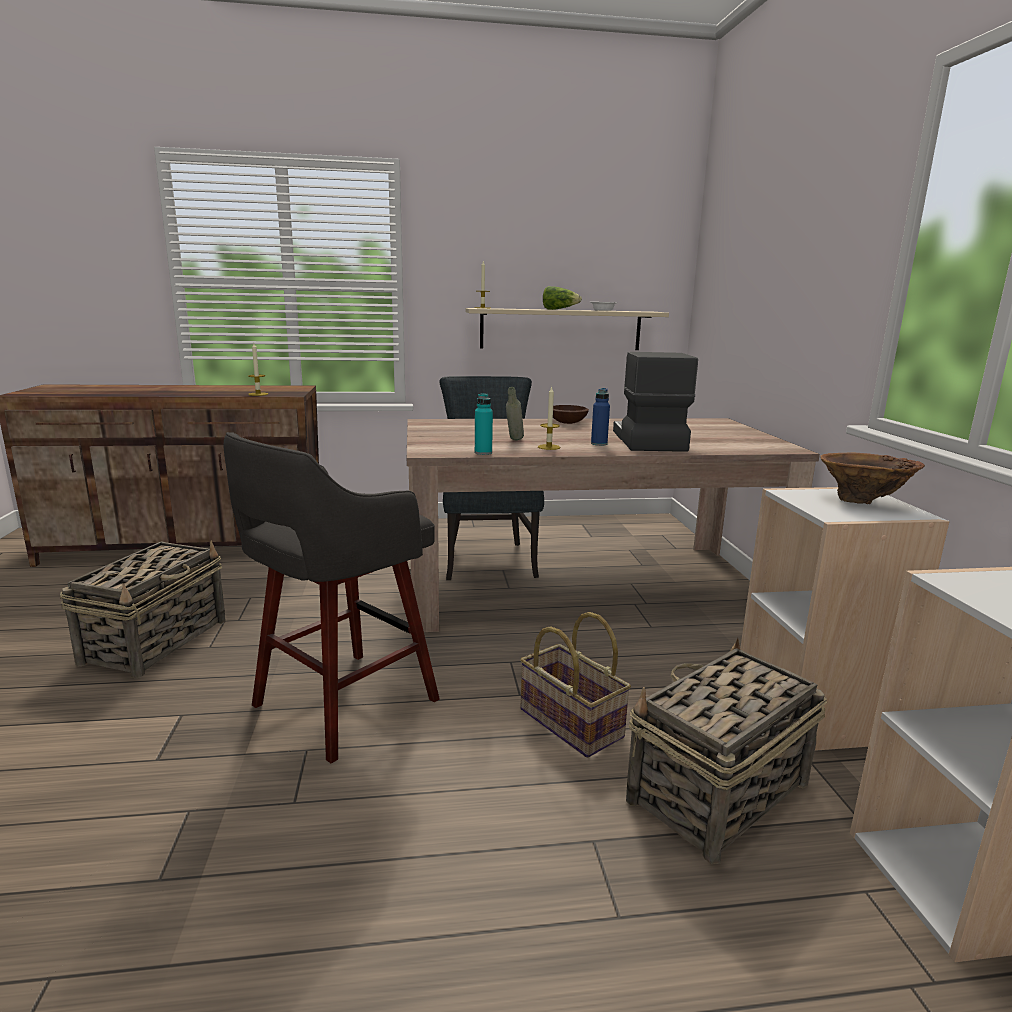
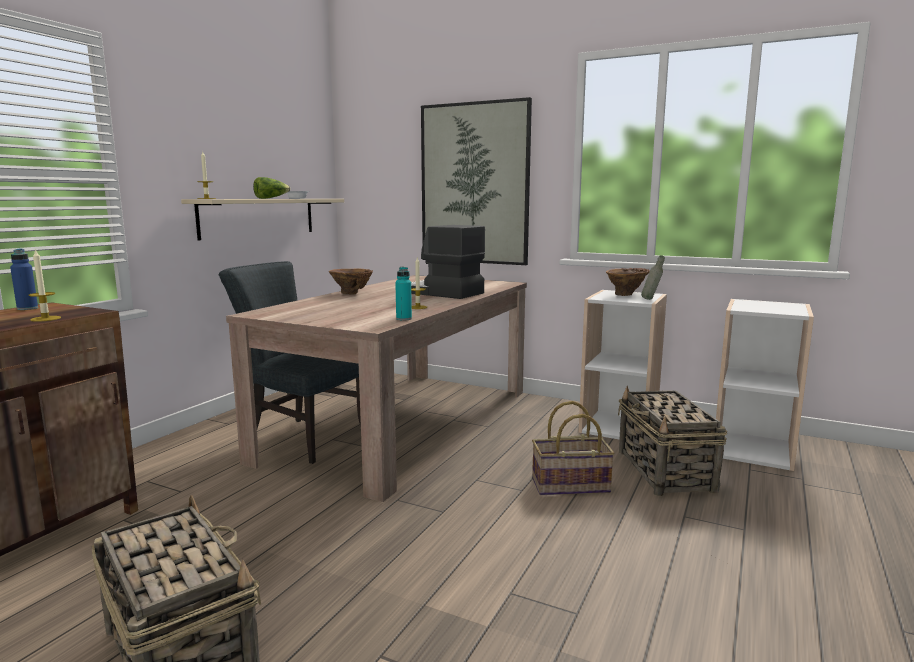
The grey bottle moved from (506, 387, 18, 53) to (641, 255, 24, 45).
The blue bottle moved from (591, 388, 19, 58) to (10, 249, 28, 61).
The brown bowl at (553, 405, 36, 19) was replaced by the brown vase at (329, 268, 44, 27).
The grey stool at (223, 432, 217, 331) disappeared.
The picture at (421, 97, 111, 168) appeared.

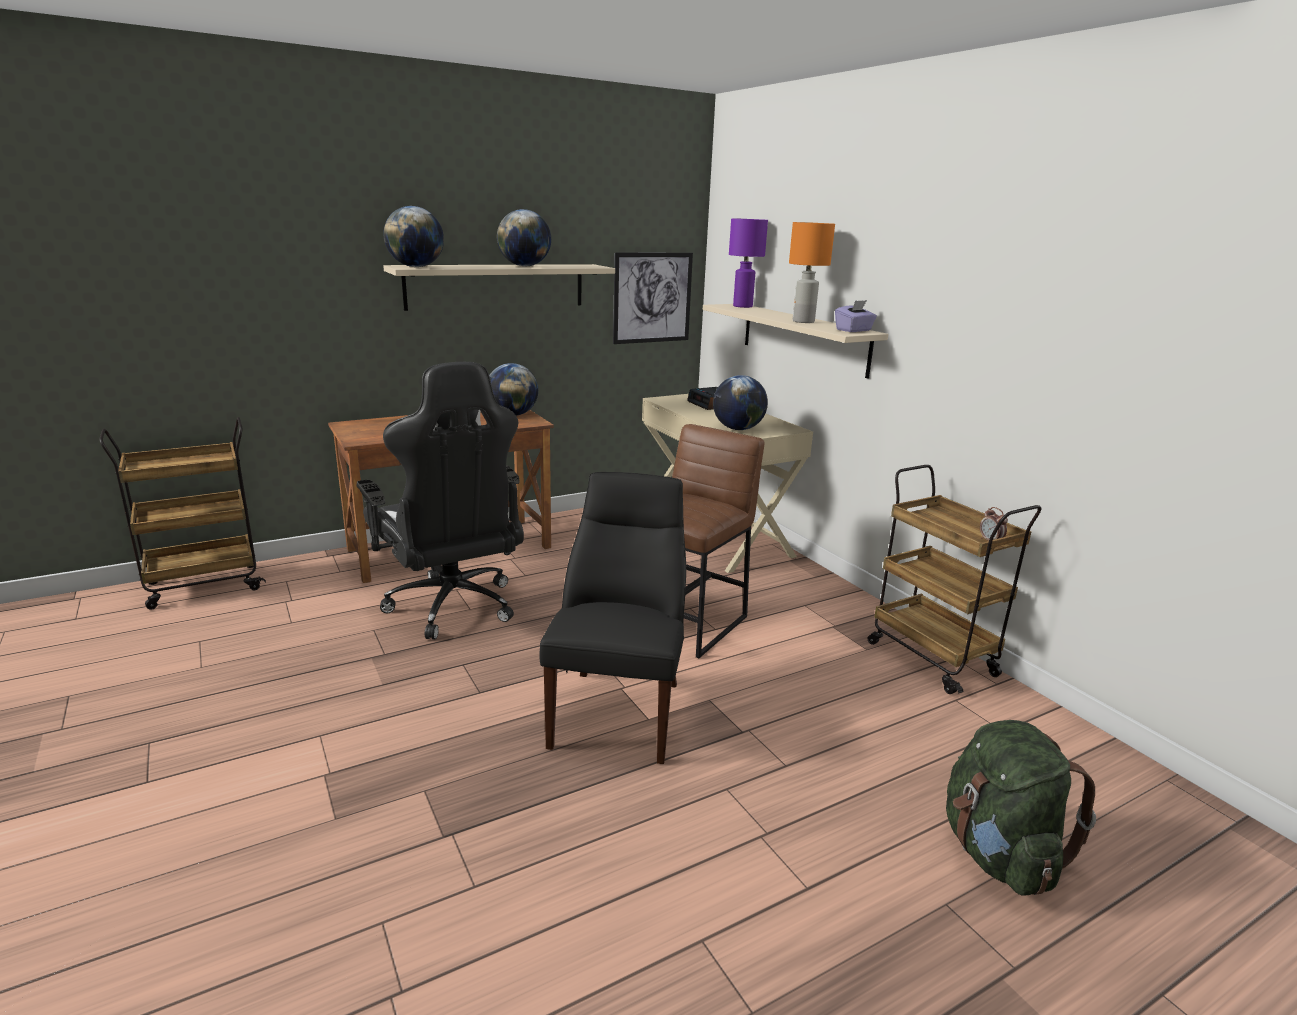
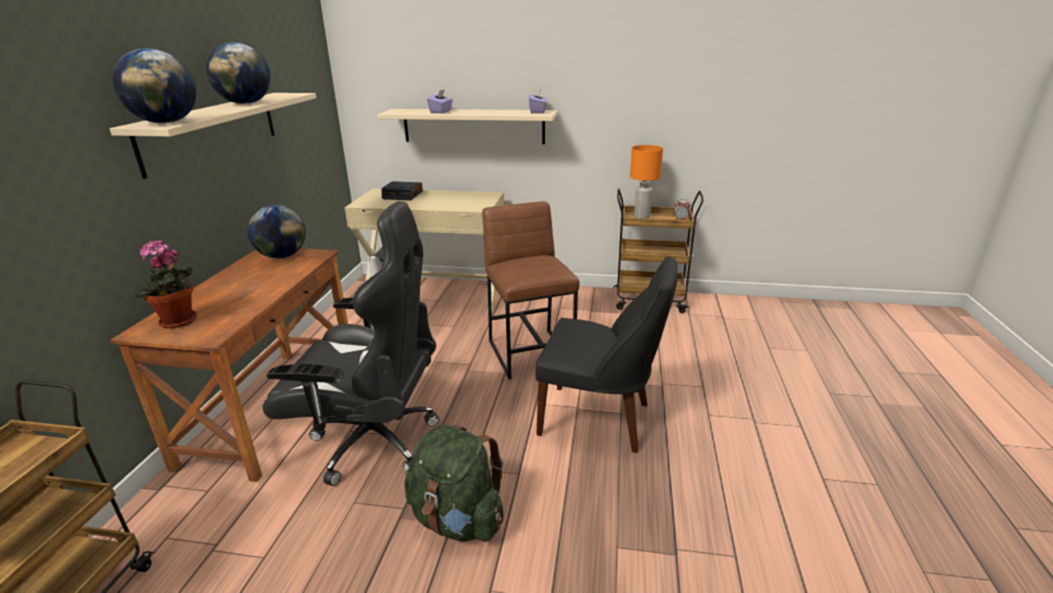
The purple table lamp at (729, 218, 39, 90) disappeared.
The orange table lamp moved from (789, 222, 46, 101) to (630, 145, 33, 74).
The picture at (613, 252, 80, 92) disappeared.
The globe at (713, 375, 55, 55) disappeared.
The black chair at (540, 472, 146, 292) turned 150 degrees clockwise.
The green backpack moved from (946, 720, 150, 176) to (404, 425, 99, 117).
The purple tissue box at (427, 89, 26, 24) appeared.
The potted plant at (135, 240, 62, 89) appeared.

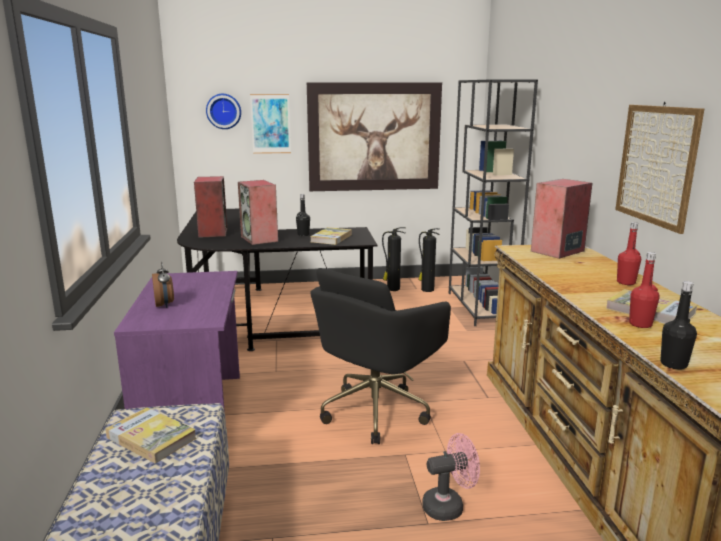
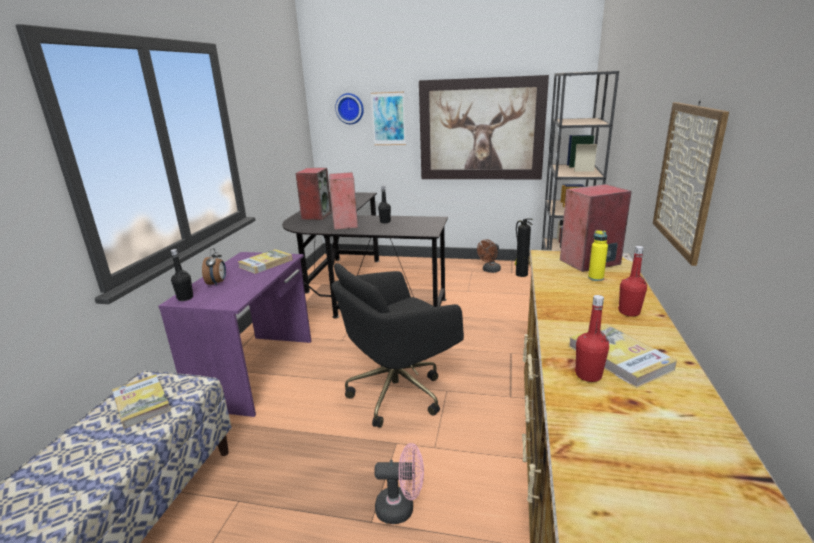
The book moved from (310, 227, 42, 18) to (238, 249, 55, 25).
The fire extinguisher at (382, 227, 24, 64) was replaced by the brown fan at (477, 239, 24, 34).
The black bottle moved from (660, 281, 37, 89) to (171, 249, 22, 52).
The yellow bottle at (588, 230, 20, 51) appeared.

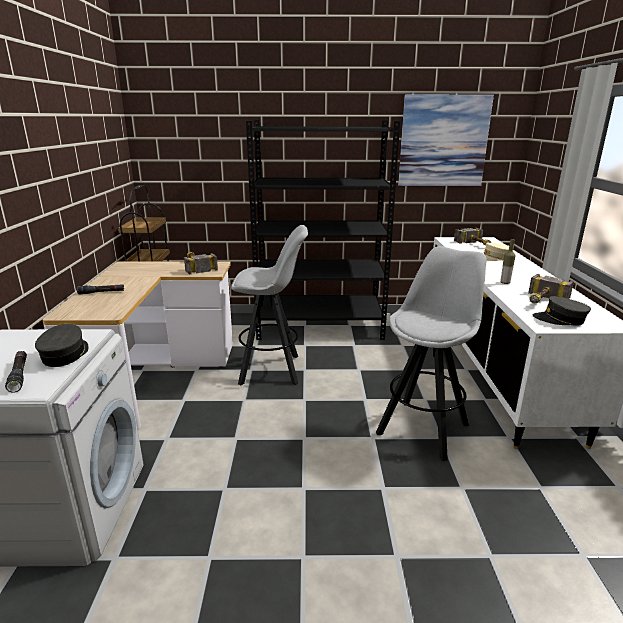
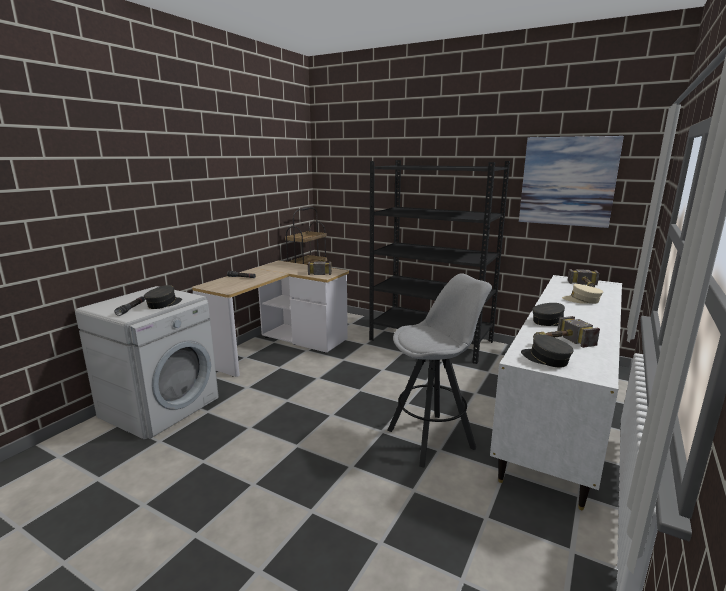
The grey stool at (231, 225, 77, 160) disappeared.
The bottle at (500, 239, 16, 45) was replaced by the grey cap at (532, 303, 33, 23).

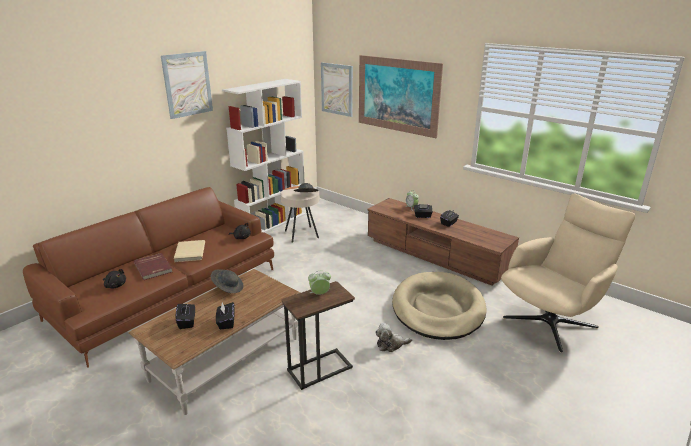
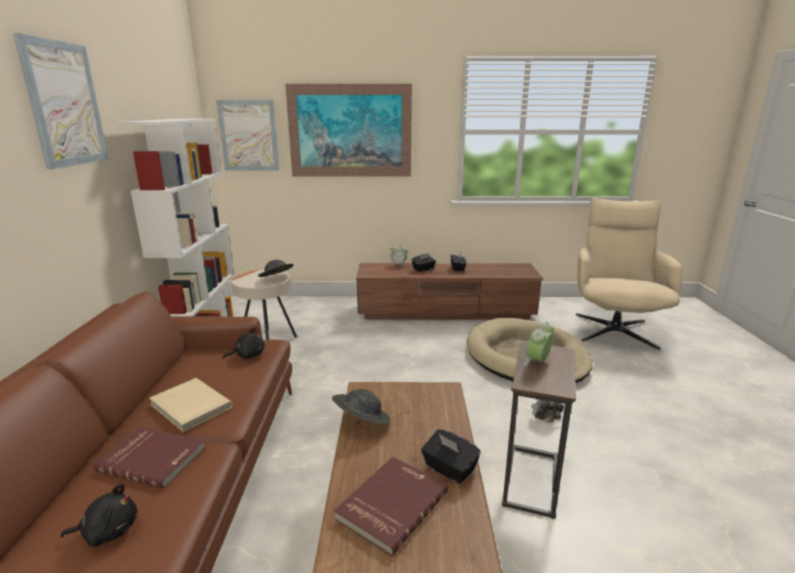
The black tissue box at (176, 303, 19, 26) was replaced by the red book at (334, 457, 114, 100).

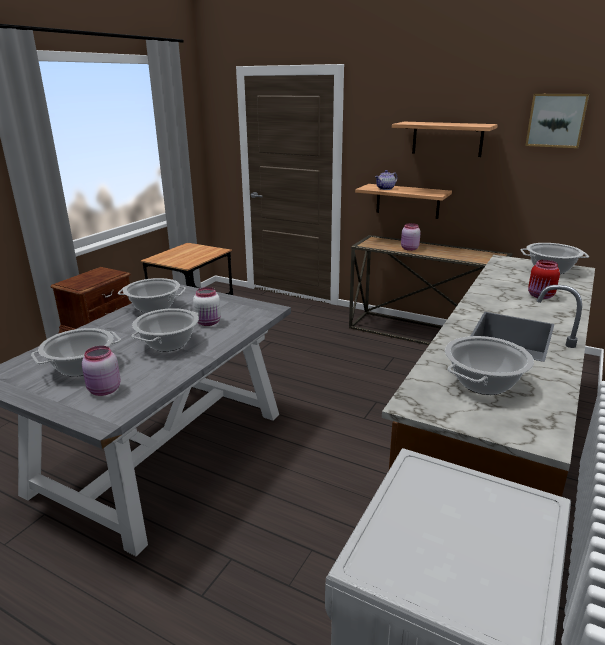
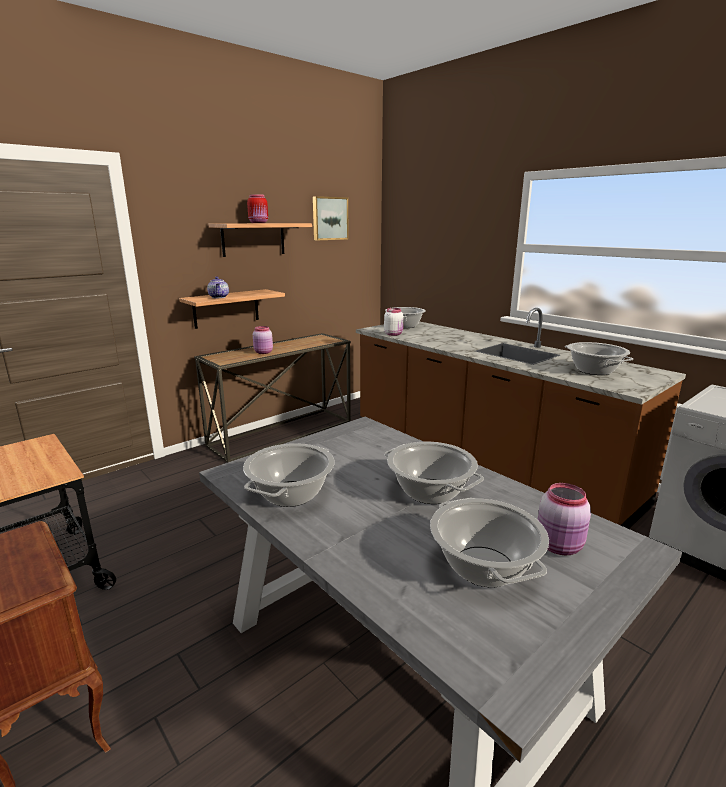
The red jar moved from (528, 260, 32, 39) to (247, 194, 21, 29).
The white jar moved from (193, 287, 28, 39) to (384, 308, 19, 28).

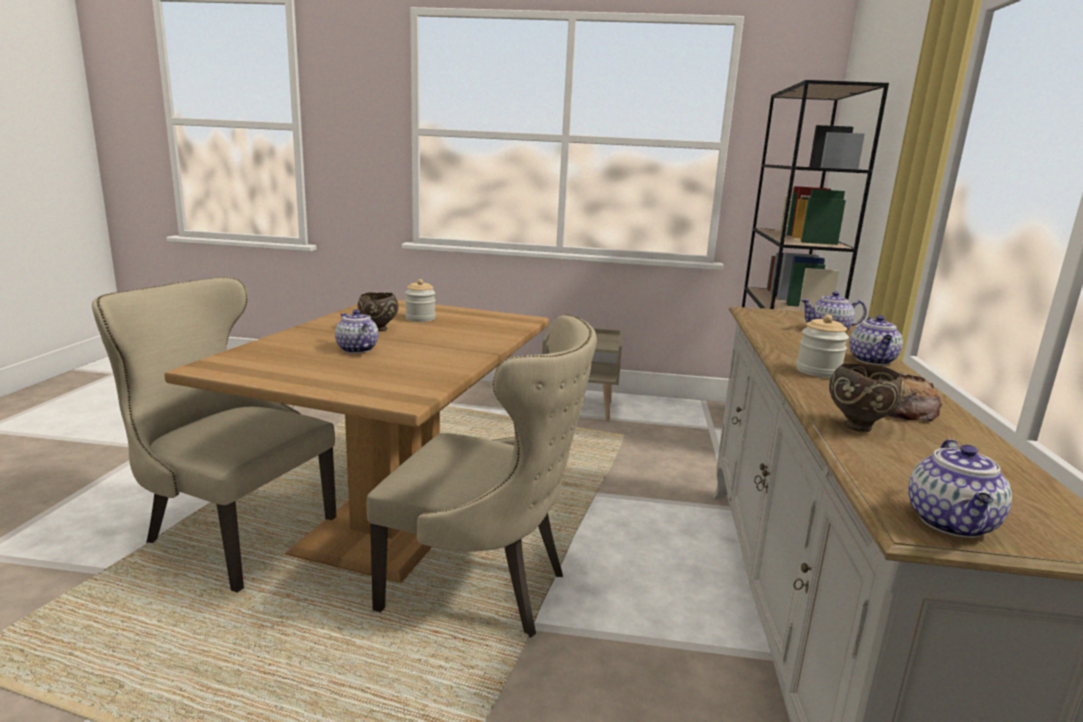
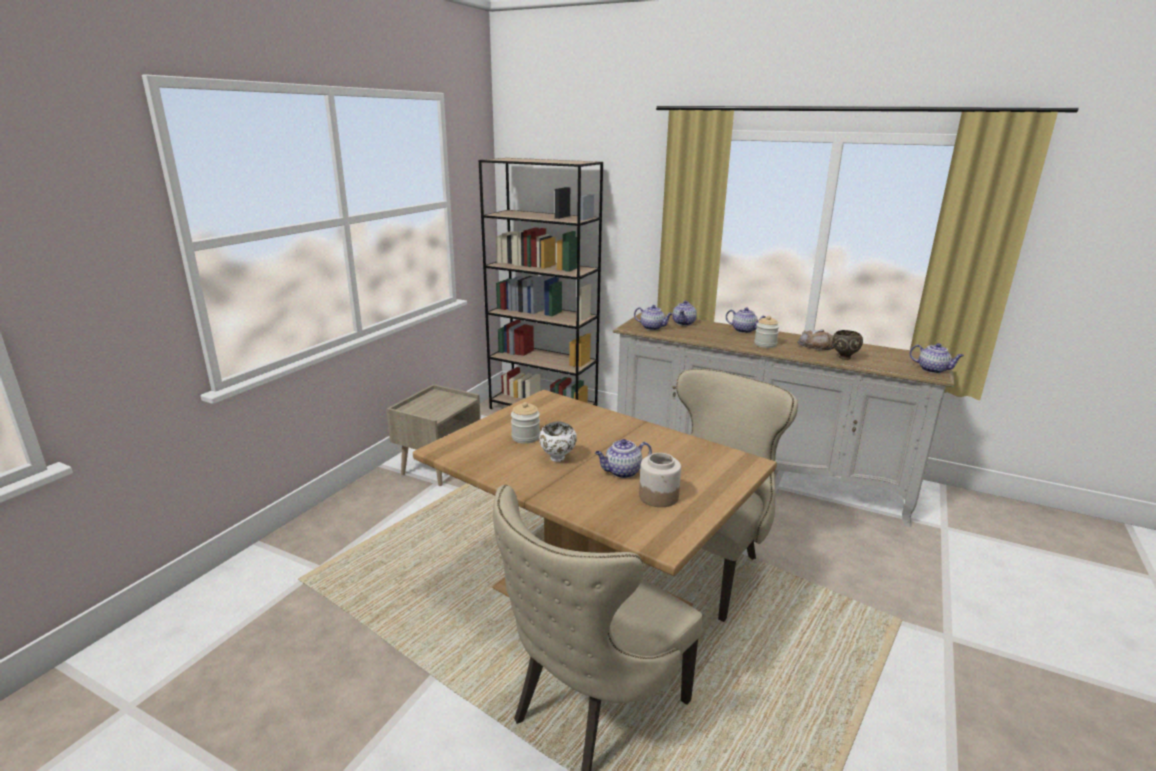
The brown bowl at (357, 292, 42, 39) became the white bowl at (539, 421, 38, 41).
The teapot at (634, 305, 39, 25) appeared.
The jar at (639, 453, 42, 54) appeared.

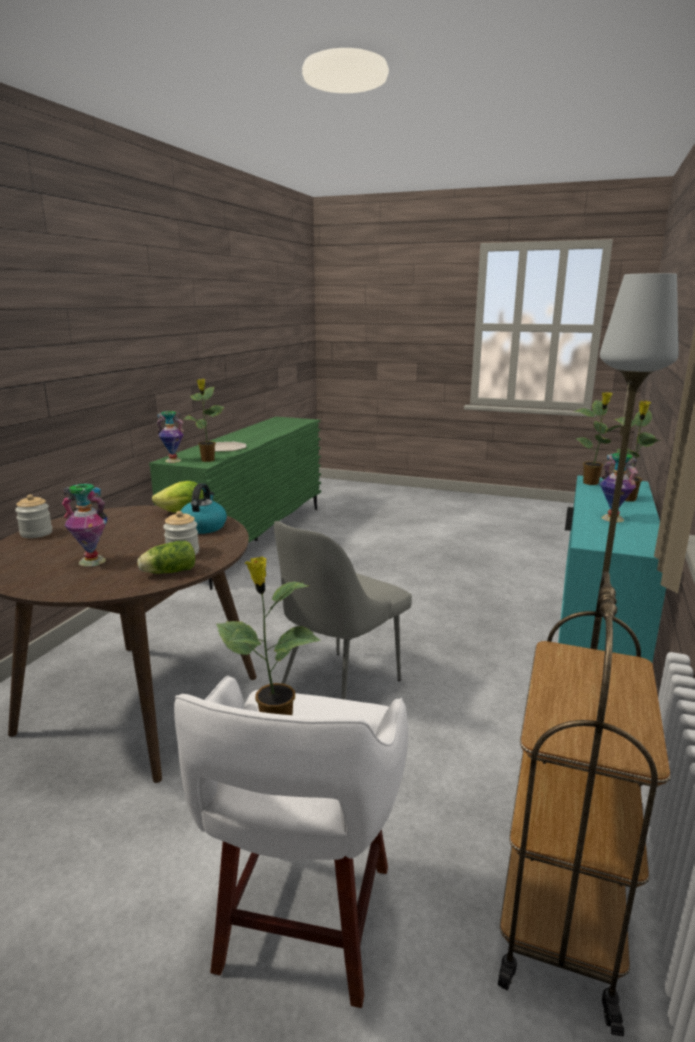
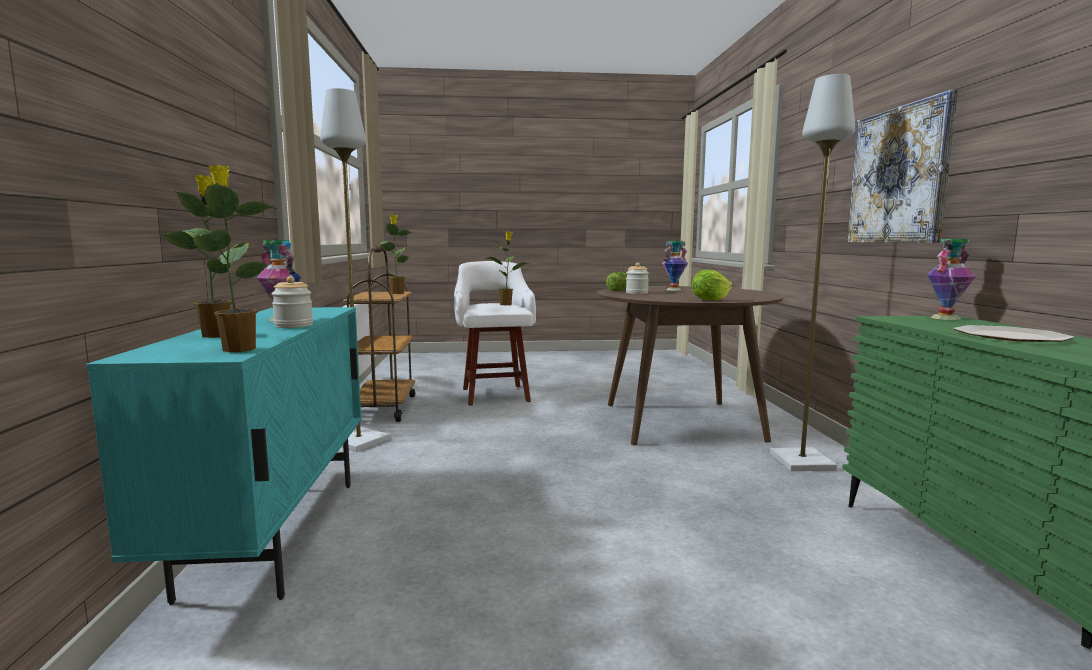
The potted plant moved from (184, 379, 40, 83) to (380, 215, 32, 79).
The kettle at (181, 483, 46, 51) disappeared.
The jar moved from (15, 494, 37, 44) to (271, 276, 42, 52).
The grey chair at (274, 521, 138, 179) disappeared.
The grey floor lamp at (770, 74, 86, 397) appeared.
The picture at (847, 90, 111, 153) appeared.

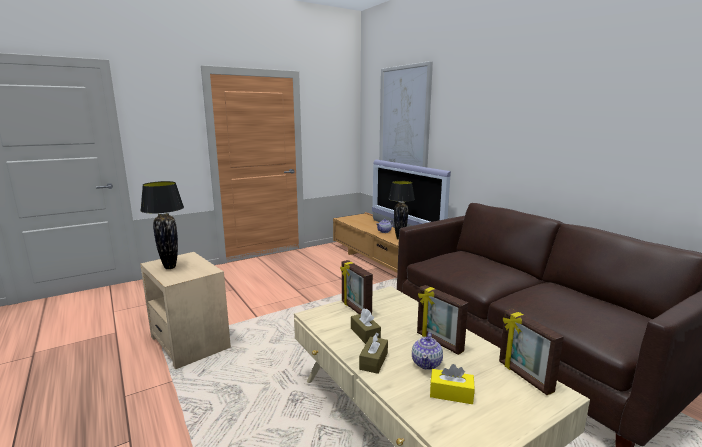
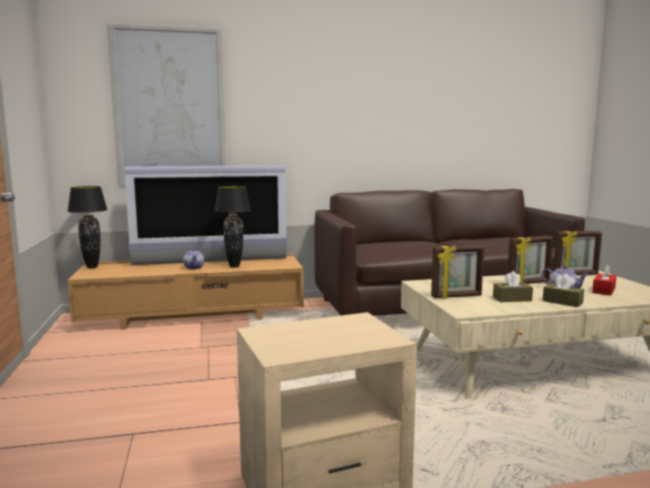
The black table lamp moved from (140, 181, 44, 88) to (67, 186, 41, 82).
The yellow tissue box at (430, 364, 45, 40) became the red tissue box at (592, 265, 24, 31).

